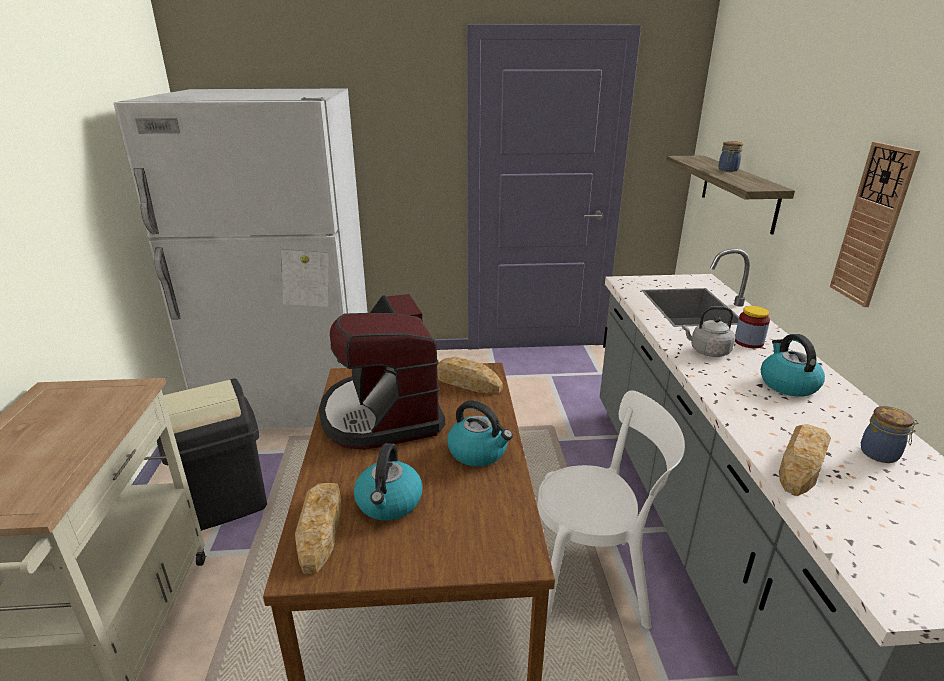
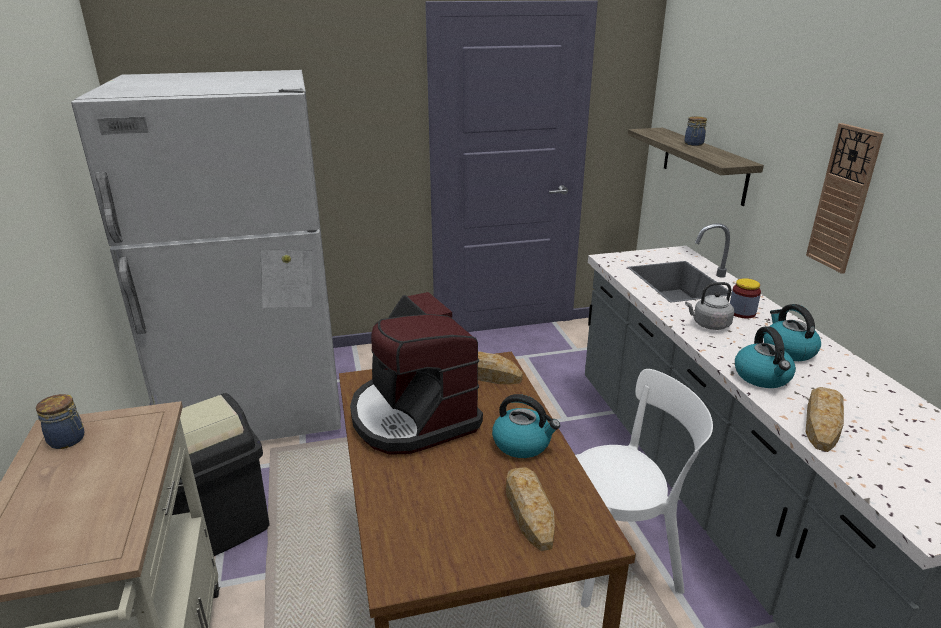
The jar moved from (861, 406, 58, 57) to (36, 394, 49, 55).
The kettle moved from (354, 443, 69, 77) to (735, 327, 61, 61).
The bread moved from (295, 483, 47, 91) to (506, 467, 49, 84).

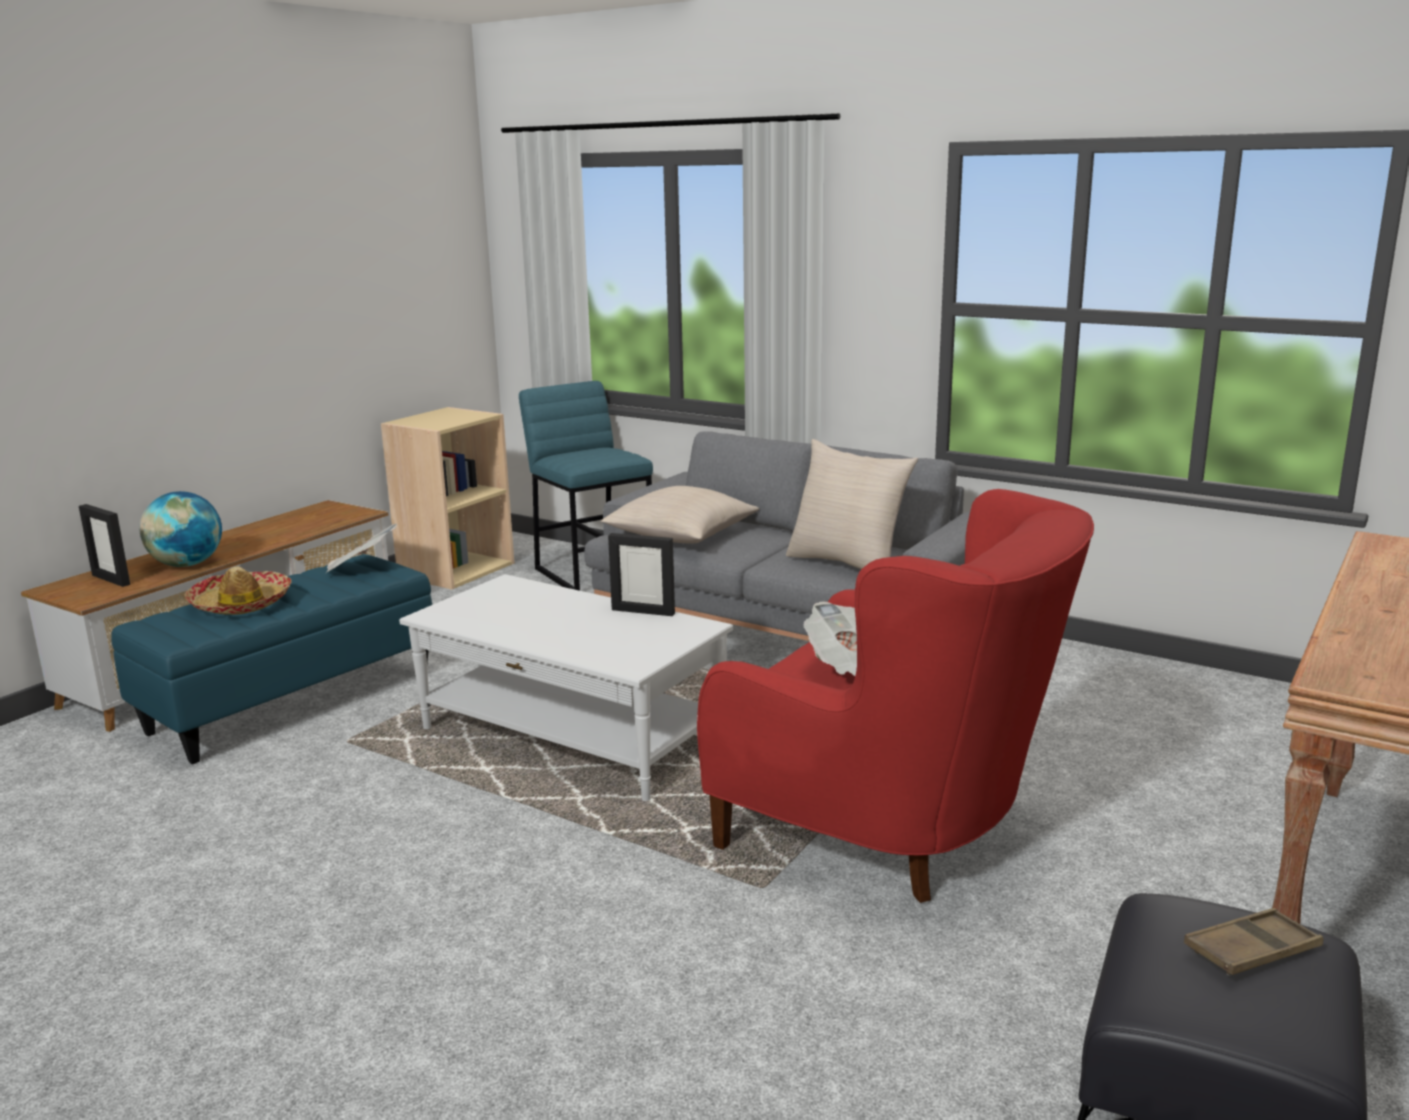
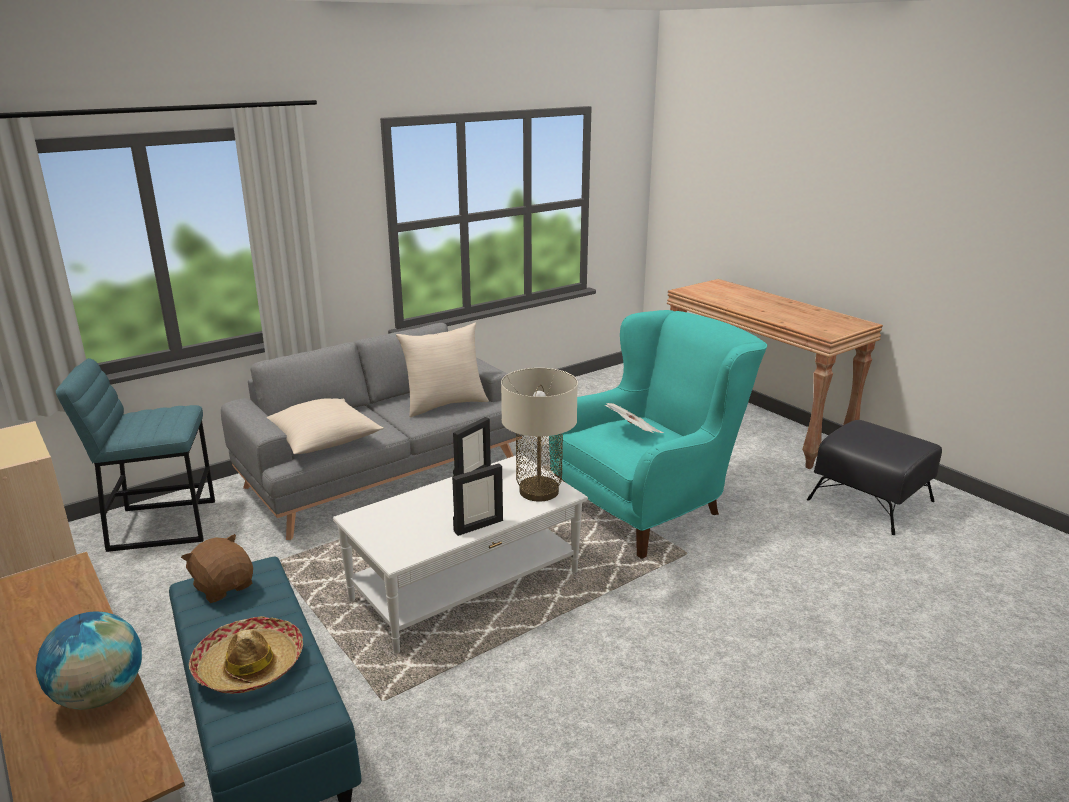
The red armchair at (697, 489, 397, 414) became the turquoise armchair at (549, 310, 218, 249).
The picture frame moved from (79, 504, 51, 83) to (452, 463, 51, 73).
The newspaper at (326, 524, 71, 49) was replaced by the brown plush toy at (181, 534, 72, 69).
The brown tray at (1184, 908, 140, 68) disappeared.
The table lamp at (501, 368, 77, 134) appeared.

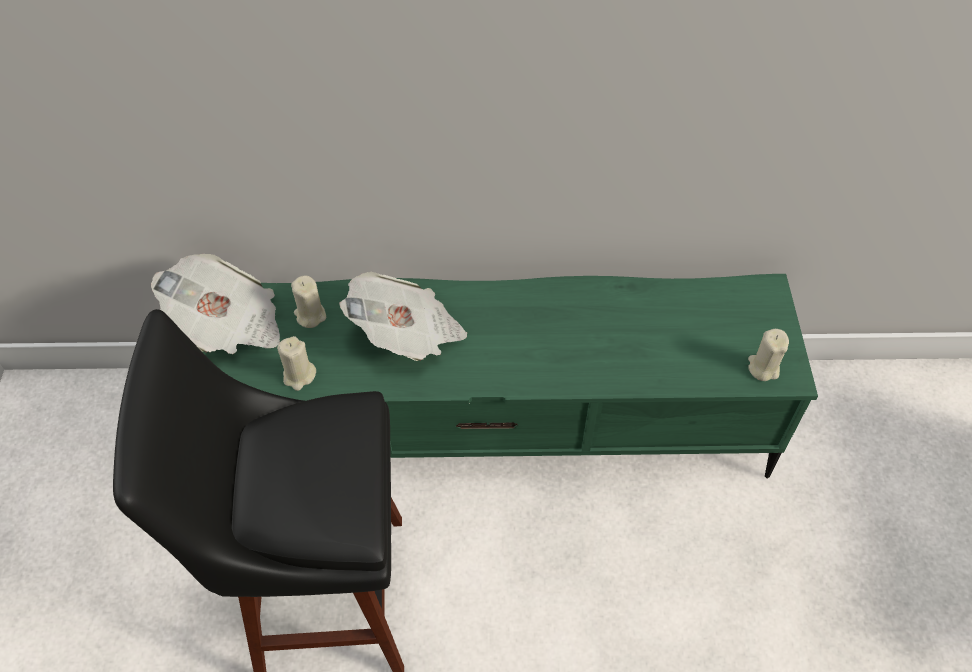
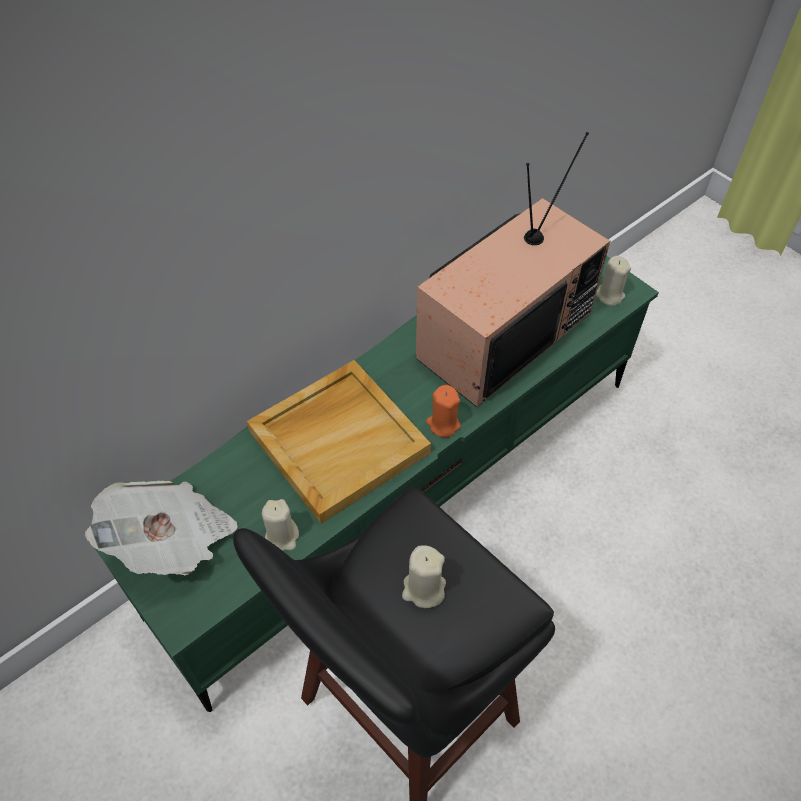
The newspaper at (339, 272, 128, 89) was replaced by the beige tray at (247, 360, 184, 164).
The beige candle moved from (291, 275, 35, 53) to (402, 545, 44, 63).
The television at (416, 132, 194, 275) appeared.
The orange candle at (426, 385, 35, 53) appeared.

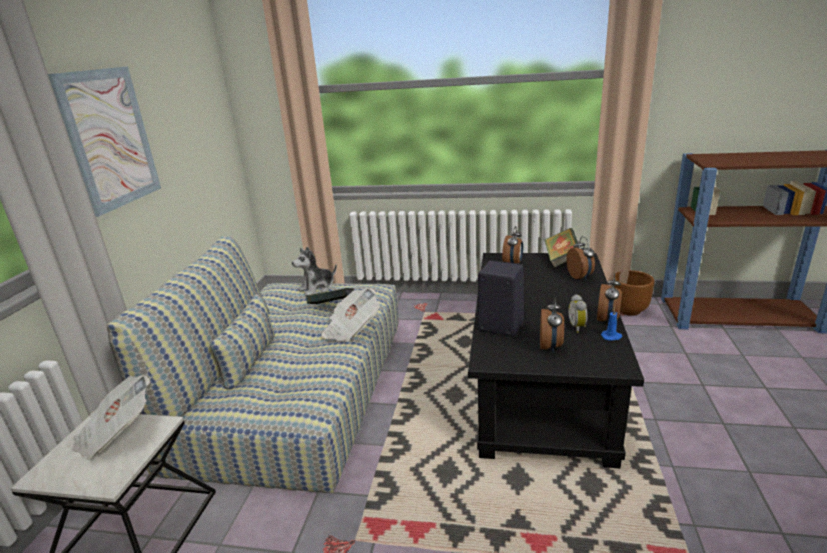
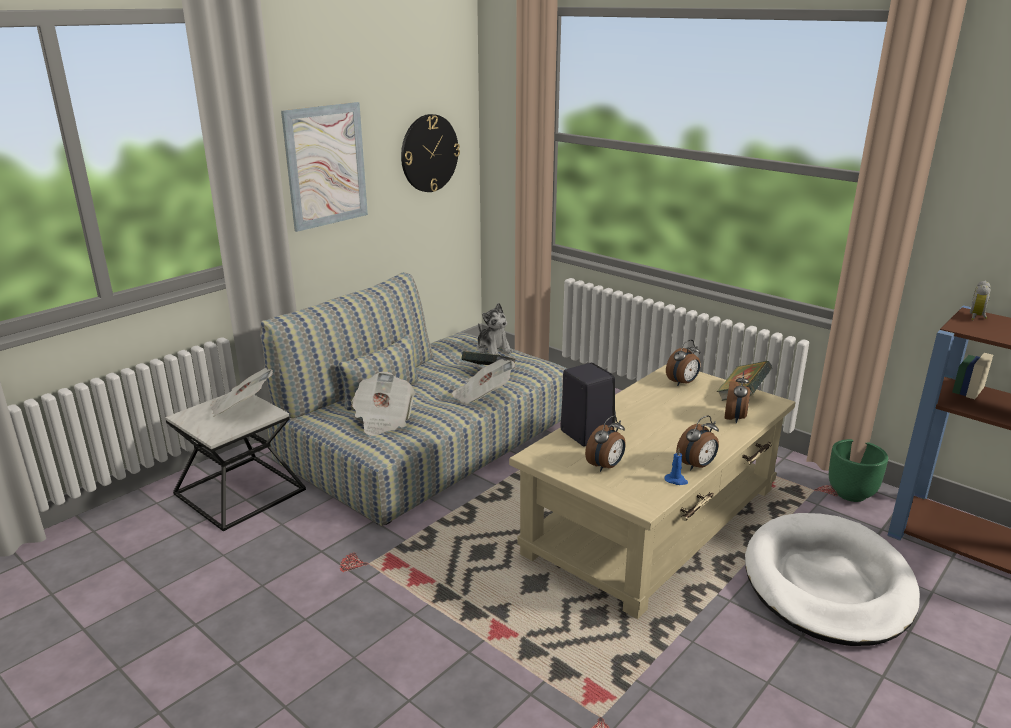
The plush toy at (292, 247, 45, 48) turned 120 degrees counterclockwise.
The black coffee table at (468, 253, 176, 215) became the beige coffee table at (509, 364, 286, 255).
The brown planter at (612, 270, 43, 46) became the green planter at (829, 439, 59, 63).
The alarm clock moved from (568, 294, 19, 39) to (970, 281, 20, 39).
The wall clock at (401, 114, 59, 78) appeared.
The newspaper at (351, 372, 64, 64) appeared.
The white dog bed at (745, 513, 175, 133) appeared.

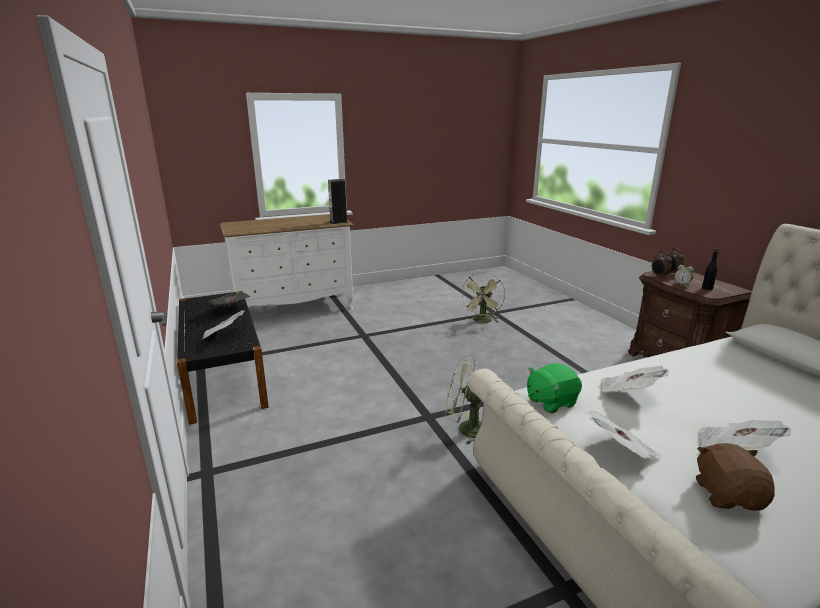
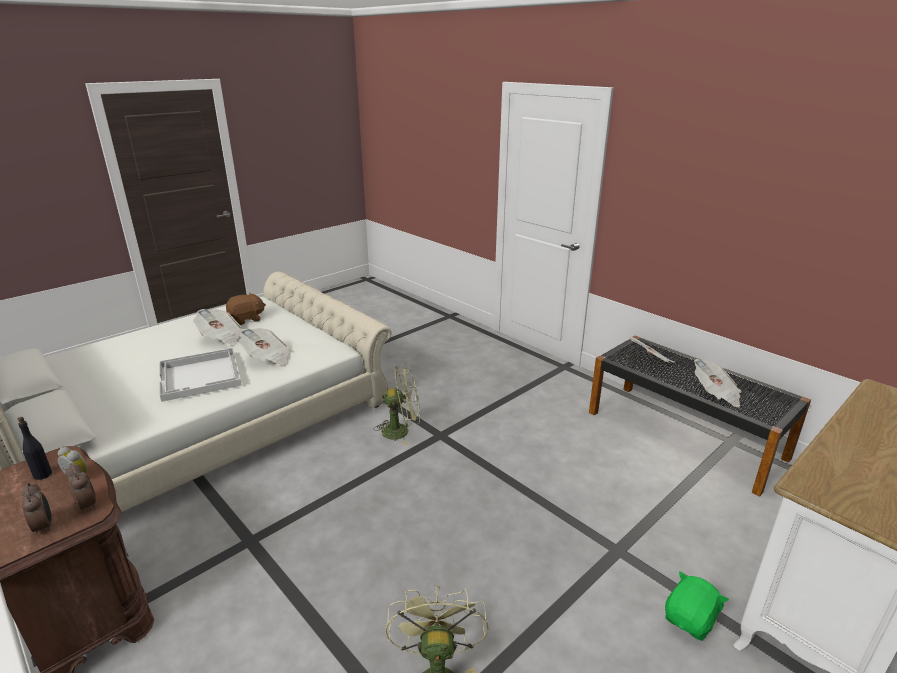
The speaker at (328, 179, 20, 45) disappeared.
The green plush toy moved from (527, 363, 55, 50) to (665, 571, 64, 70).
The newspaper at (588, 411, 73, 49) disappeared.
The brown plush toy at (696, 443, 79, 68) turned 105 degrees counterclockwise.
The white tray at (160, 348, 82, 54) appeared.

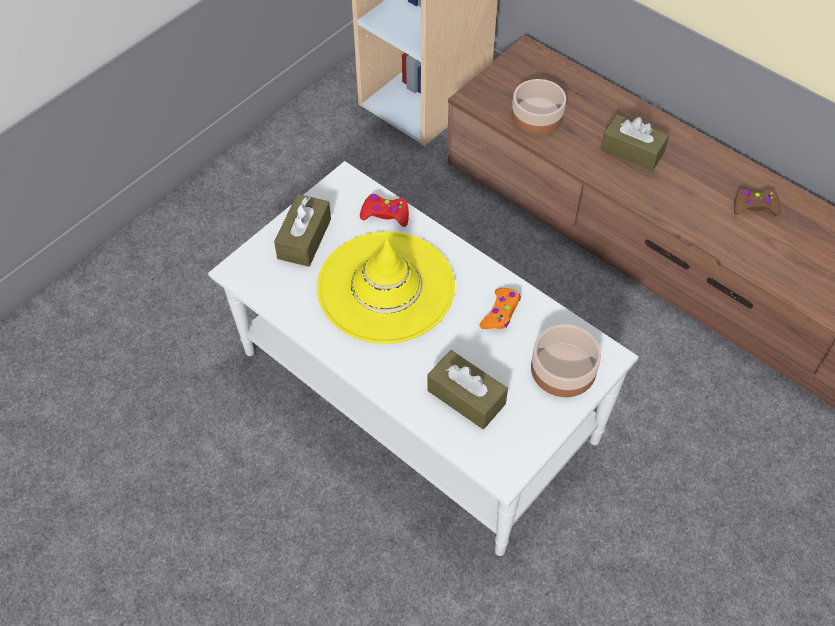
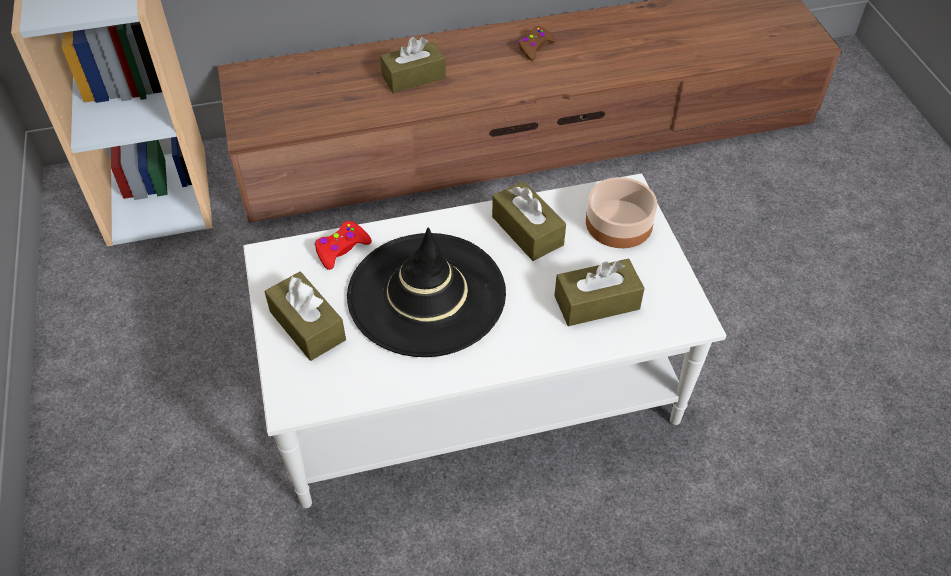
The bowl at (512, 79, 54, 55) disappeared.
The yellow hat at (317, 231, 138, 113) became the black hat at (347, 228, 159, 129).
The orange game controller at (479, 288, 42, 41) was replaced by the brown tissue box at (492, 181, 74, 80).

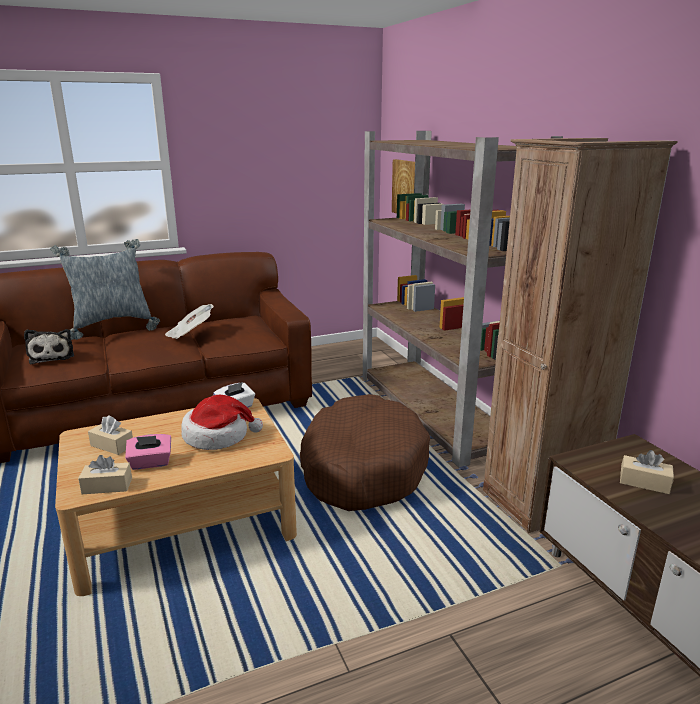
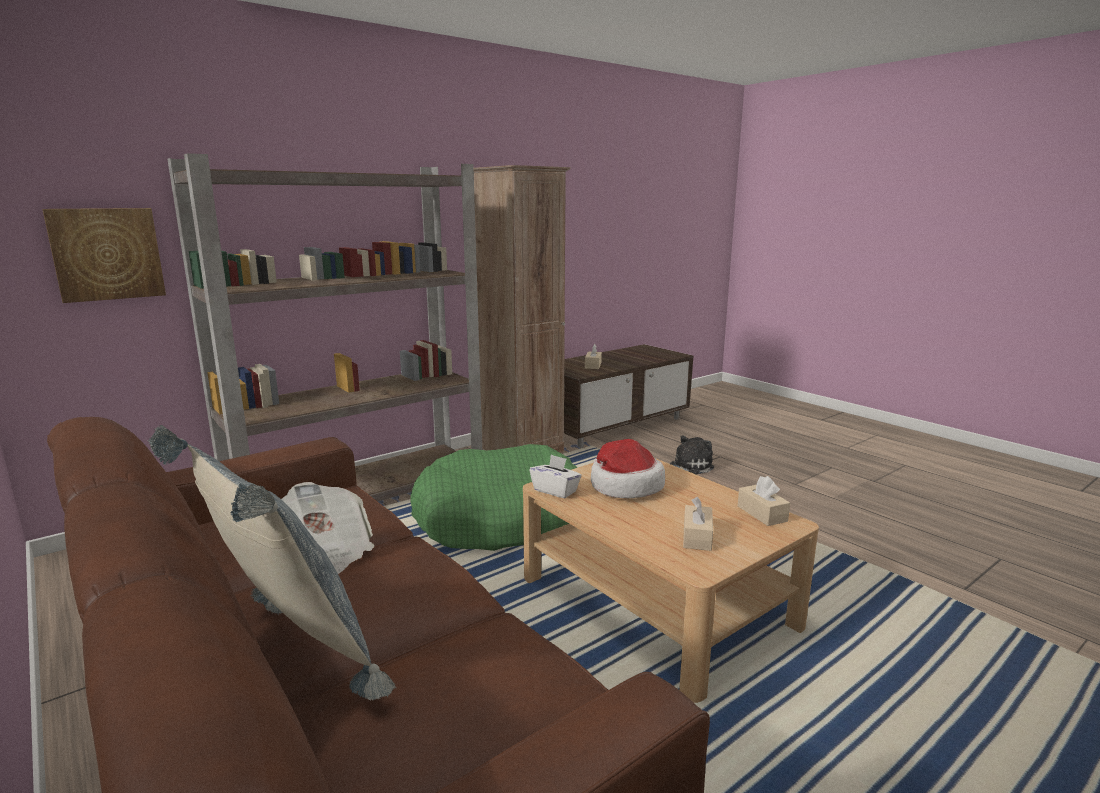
The plush toy moved from (24, 329, 50, 35) to (670, 435, 44, 39).
The brown dog bed at (300, 394, 130, 117) became the green dog bed at (410, 444, 167, 107).
The pink tissue box at (125, 434, 46, 36) disappeared.

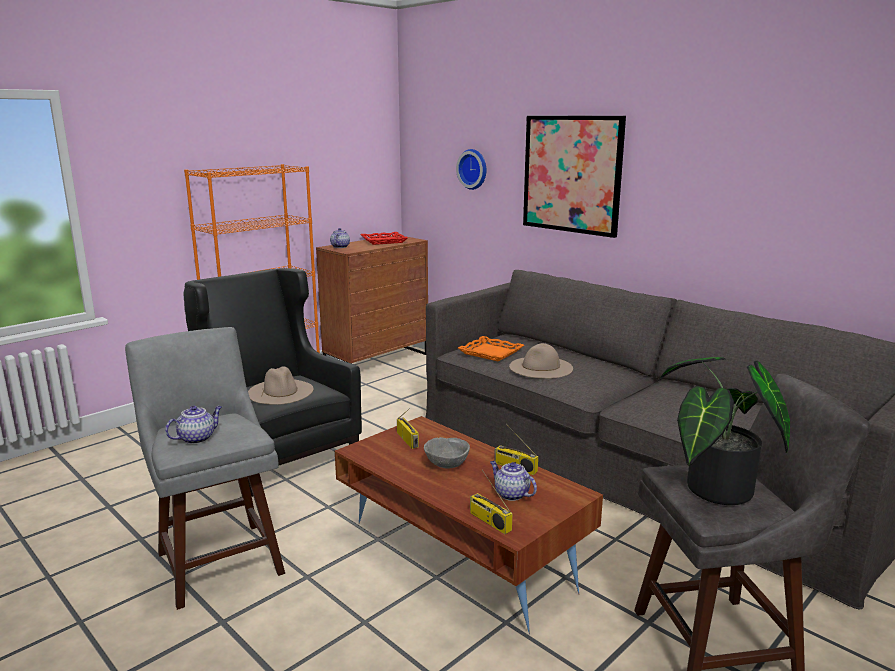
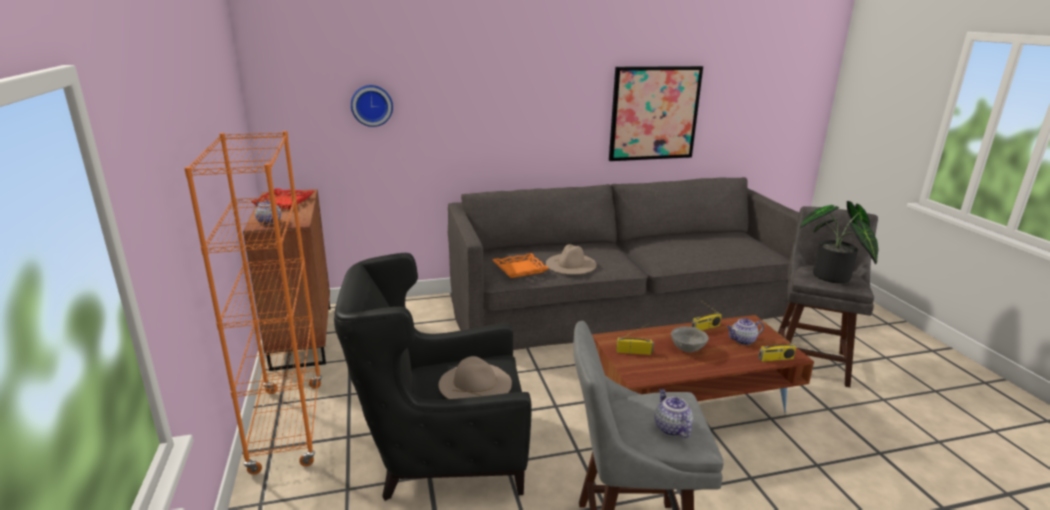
The picture moved from (523, 115, 103, 123) to (609, 66, 94, 95).

